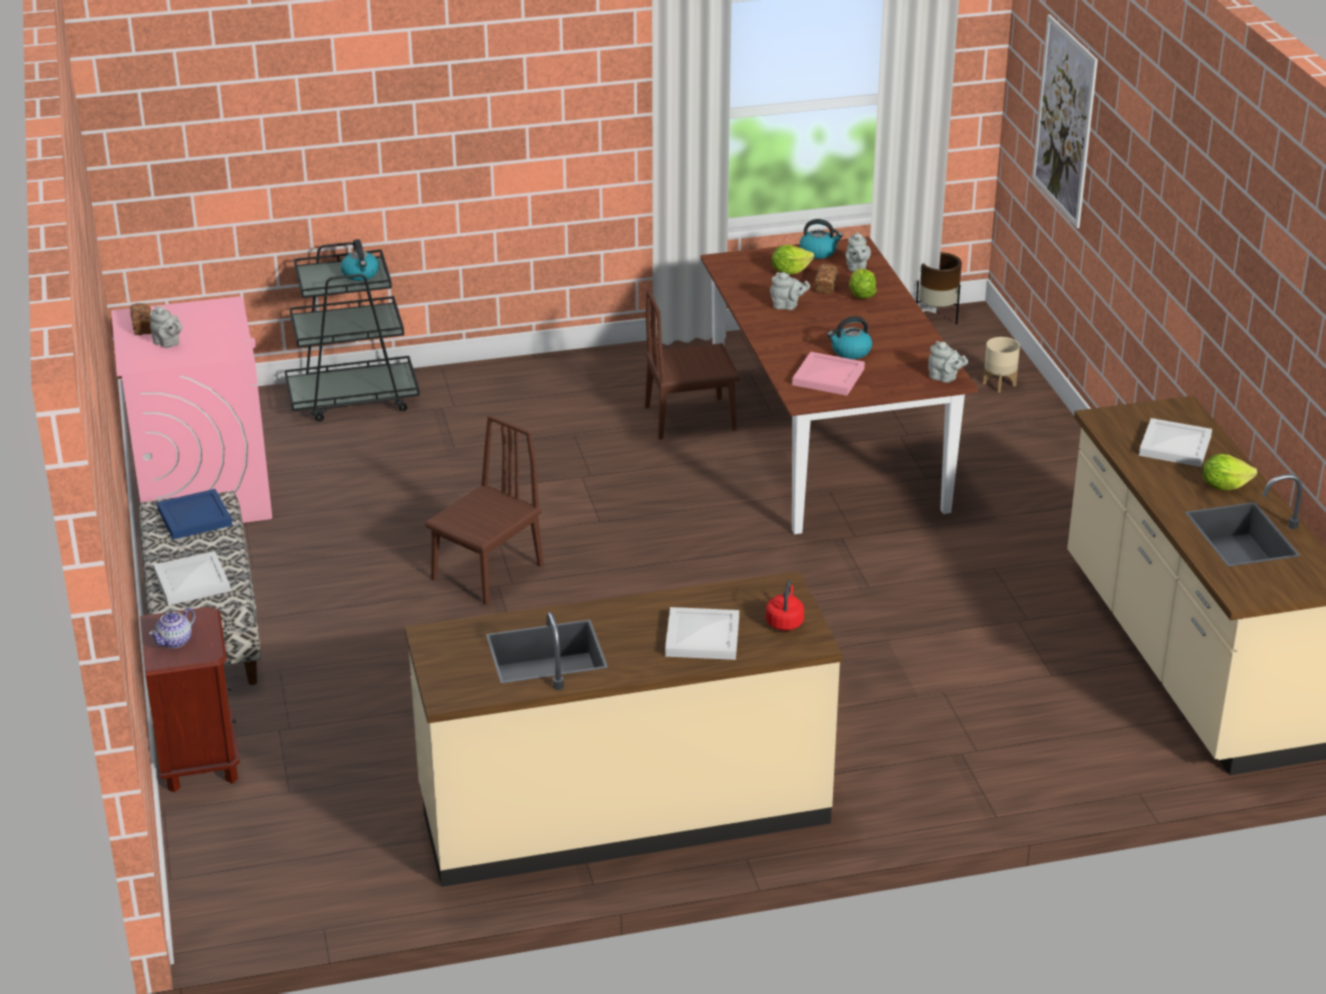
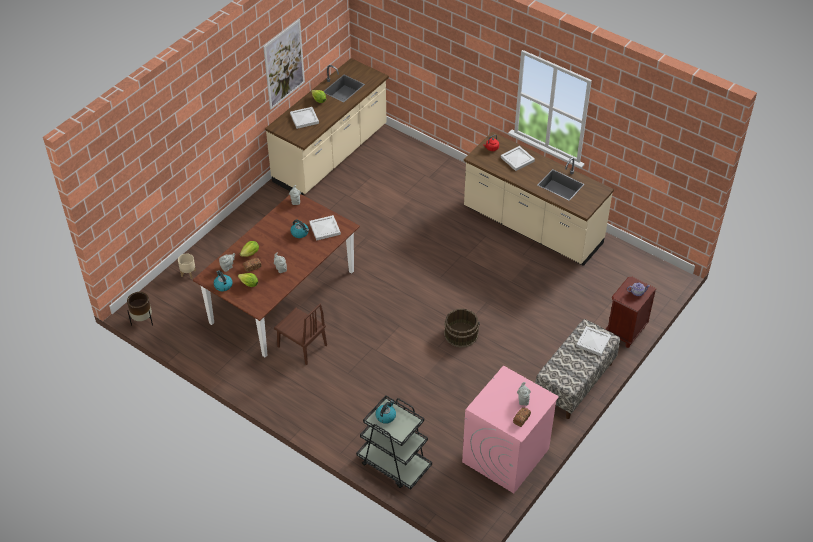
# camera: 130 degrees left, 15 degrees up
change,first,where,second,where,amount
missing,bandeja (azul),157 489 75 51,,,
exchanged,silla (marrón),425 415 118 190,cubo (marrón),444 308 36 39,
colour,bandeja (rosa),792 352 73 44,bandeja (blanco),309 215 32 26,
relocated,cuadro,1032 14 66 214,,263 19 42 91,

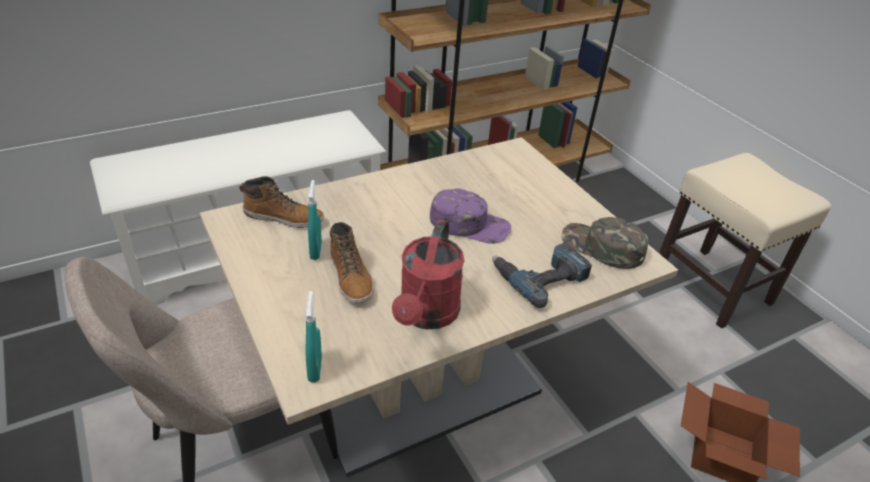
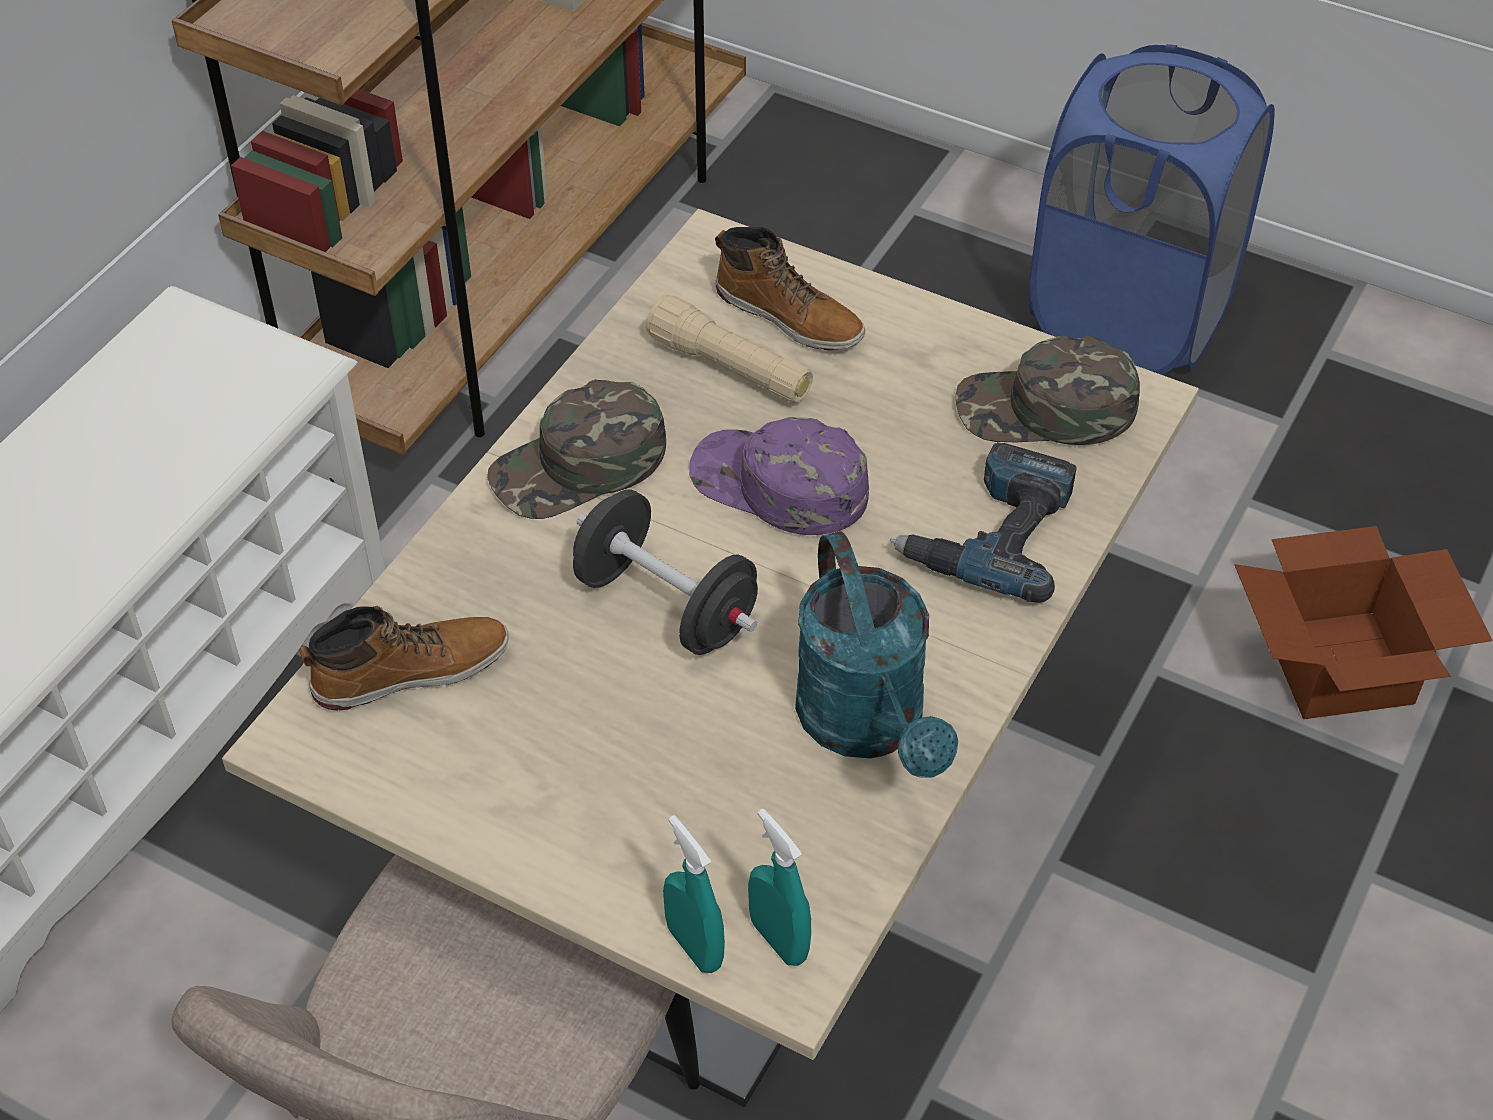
# camera: 30 degrees left, 10 degrees up
change,first,where,second,where,amount
relocated,pulverizador (turquesa),308 180 14 80,,663 815 62 158,
relocated,bota,330 222 43 81,,715 227 150 123,
colour,regadera (rojo),392 219 73 110,regadera (turquesa),795 531 163 247,
spun,gorra (morado),430 188 81 56,,689 417 180 118,135 degrees counterclockwise
exchanged,taburete (beis),659 153 172 175,cesto de la ropa (azul),1029 44 246 331,
appeared,,,gorra (verde),487 380 179 139,
appeared,,,mancuerna (negro),573 490 185 165,
appeared,,,linterna (beis),646 295 167 108,

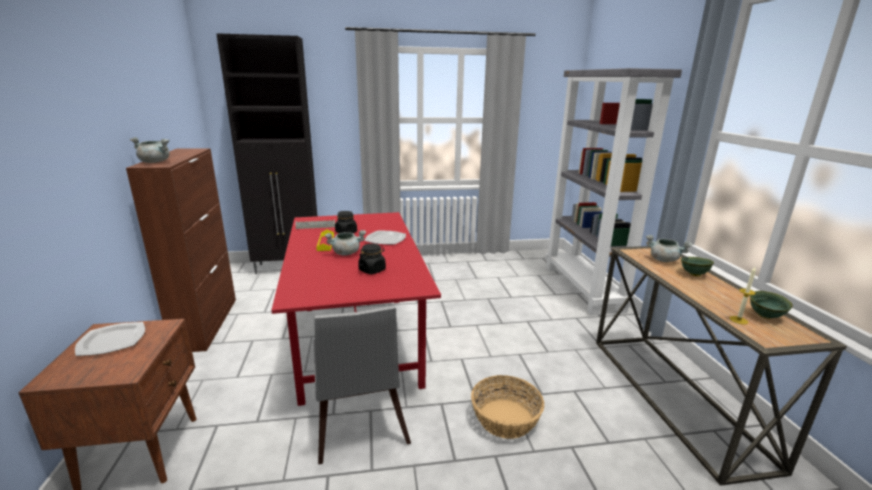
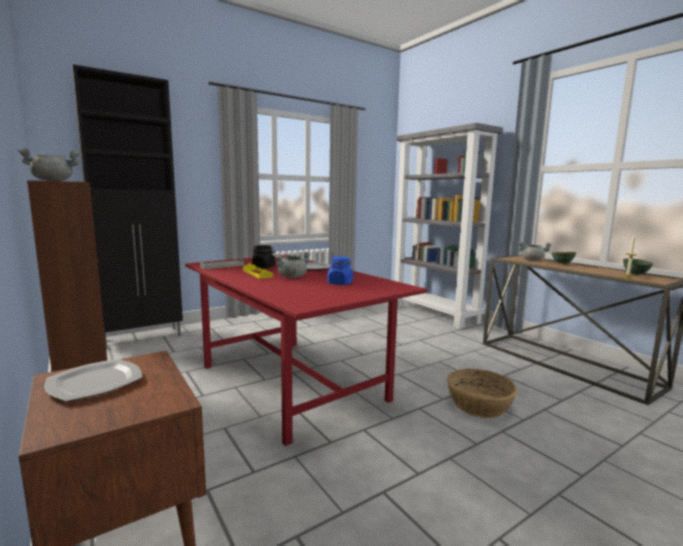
# camera: 25 degrees left, 10 degrees down
change,first,where,second,where,amount
missing,silla (gris),313 306 98 158,,,
colour,tarro (negro),358 244 28 30,tarro (azul),327 256 26 29,

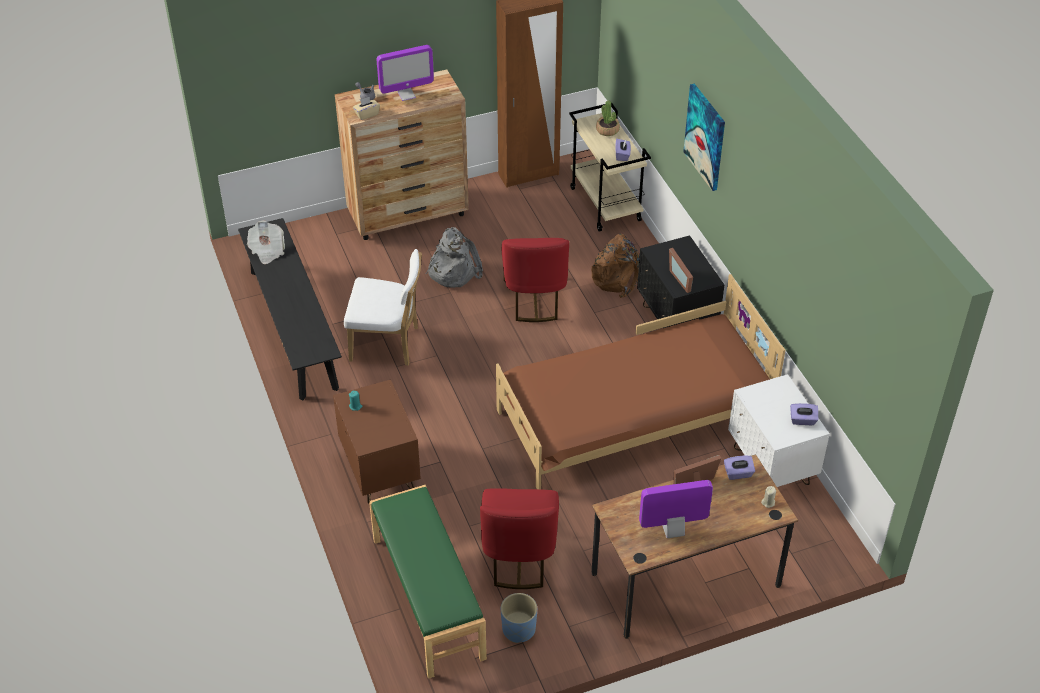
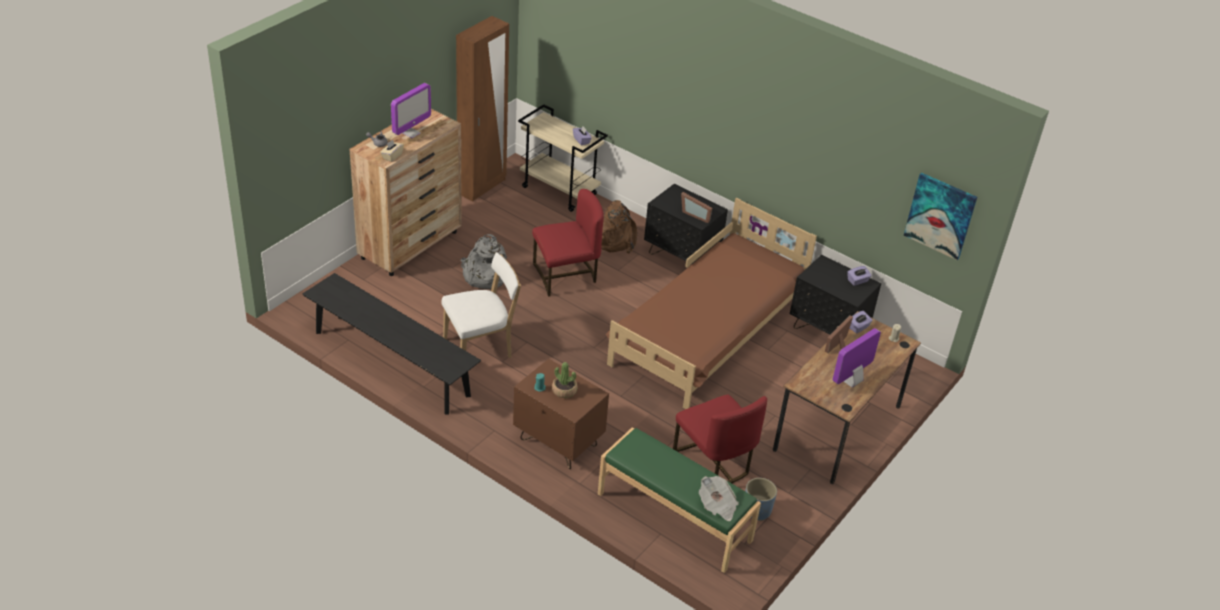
# camera: 35 degrees left, 5 degrees down
change,first,where,second,where,amount
relocated,periódico,247 220 38 44,,699 476 40 45,
spun,silla (rojo),502 238 67 84,,532 189 72 108,75 degrees counterclockwise
relocated,planta en maceta,596 100 24 36,,552 362 25 36,
relocated,cuadro,683 84 42 107,,903 173 74 87,
colour,mesita de noche (blanco),728 374 102 113,mesita de noche (negro),790 255 91 80,

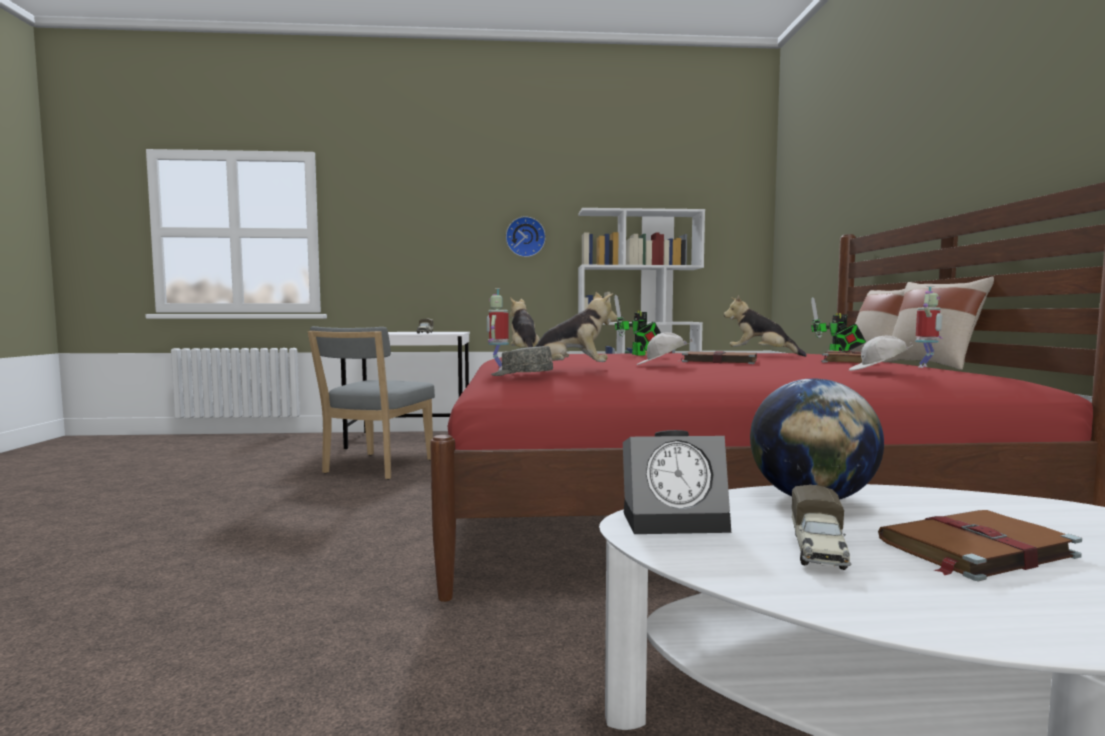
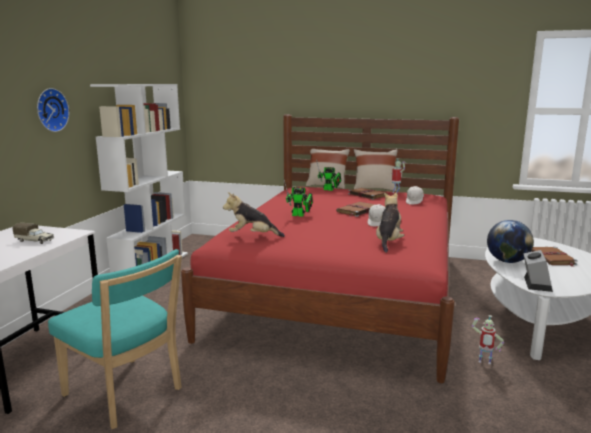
# camera: 70 degrees left, 10 degrees up
change,first,where,second,where,amount
colour,silla (gris),308 326 127 154,silla (turquesa),48 249 134 180,
relocated,robot de juguete,487 288 22 82,,471 315 33 49,
missing,gorra (gris),491 346 62 30,,,
missing,peluche,724 295 83 62,,,
missing,camión de juguete,792 485 60 85,,,

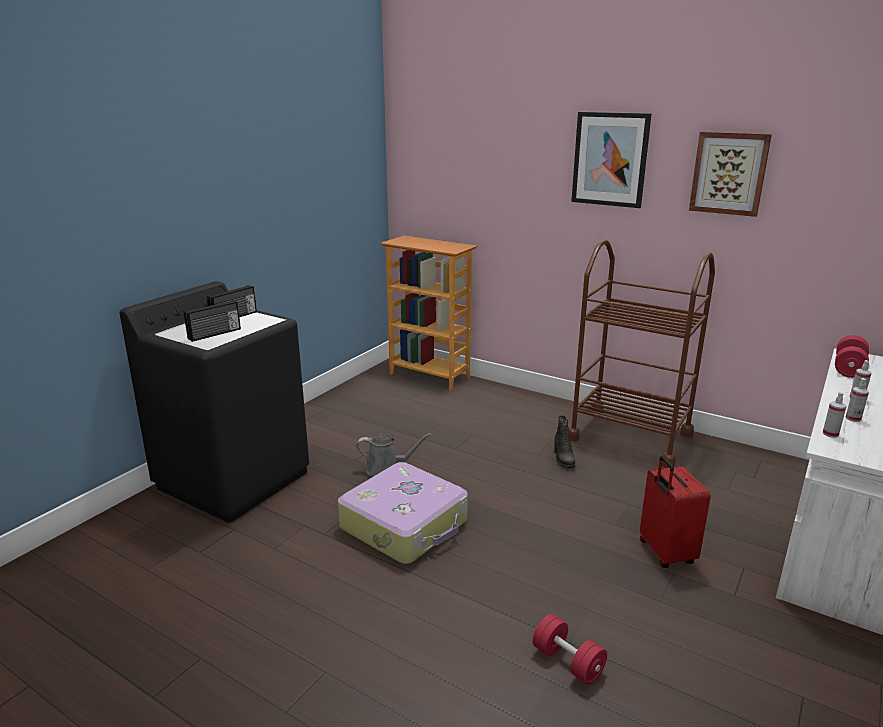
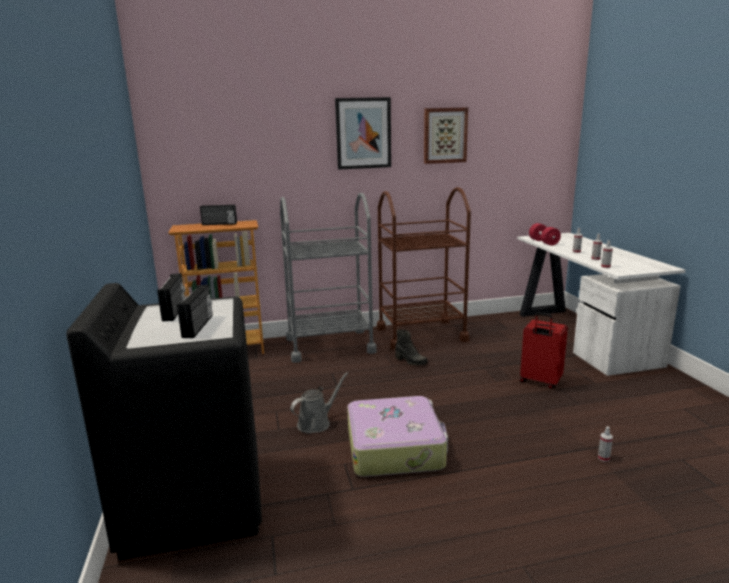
# camera: 45 degrees left, 5 degrees down
change,first,where,second,where,amount
exchanged,mancuerna (rojo),533 614 74 71,pulverizador,598 426 15 36,
appeared,,,radio,200 204 37 21,
appeared,,,carrito (gris),280 193 97 170,

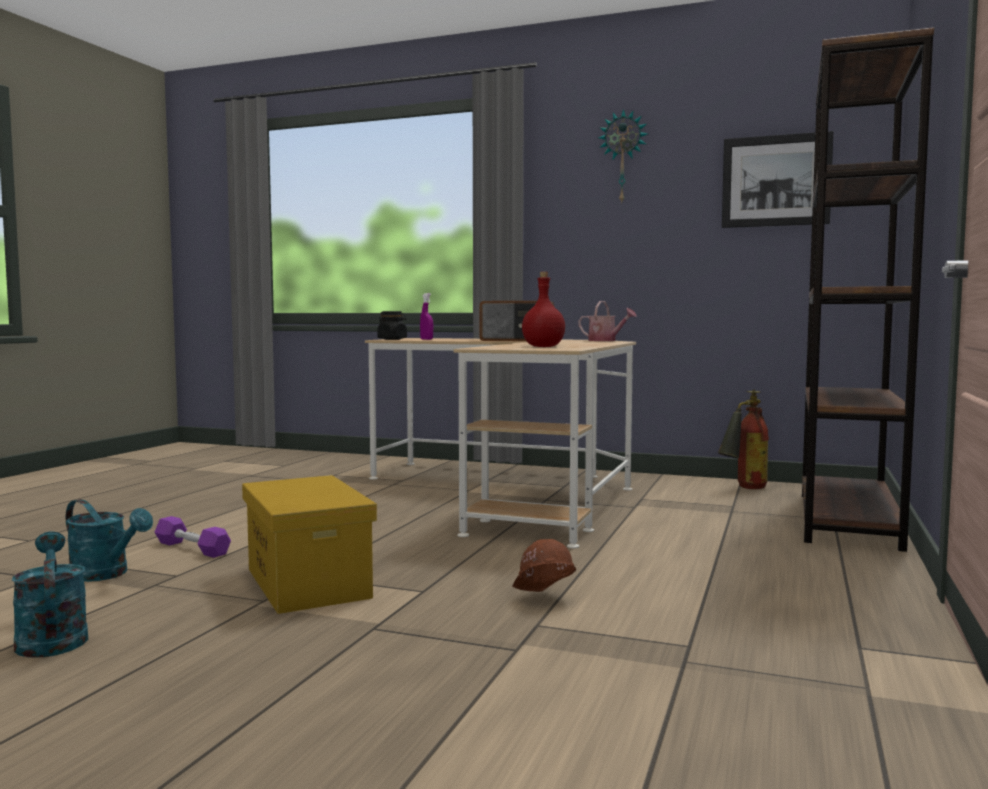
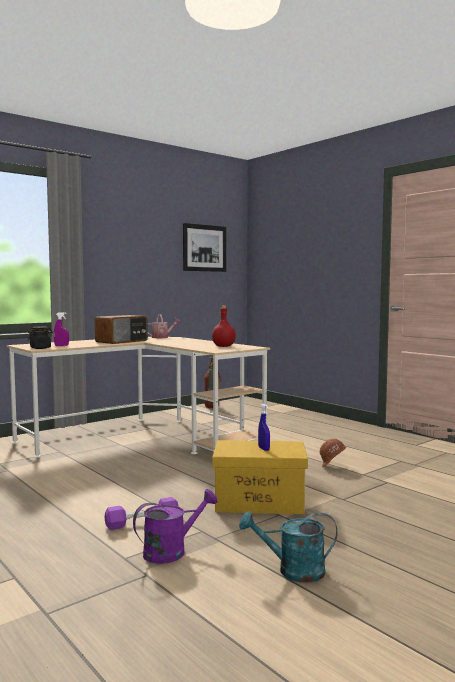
# camera: 60 degrees left, 0 degrees up
change,first,where,second,where,amount
colour,regadera (turquesa),66 499 87 83,regadera (morado),133 489 85 75,
missing,reloj de pared,598 109 50 94,,,
missing,estantería (marrón),802 27 132 525,,,
appeared,,,pulverizador (azul),258 404 12 47,

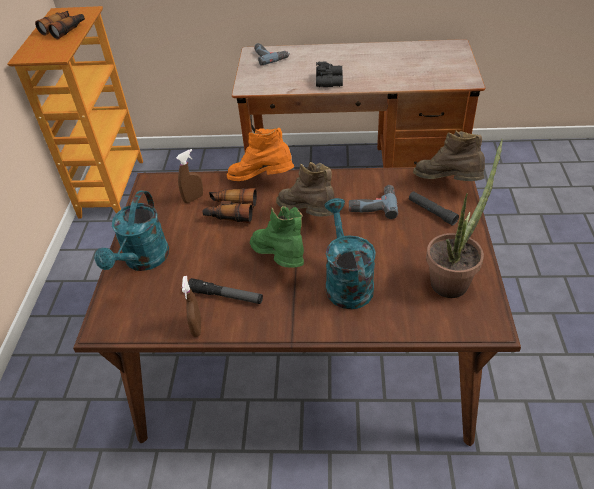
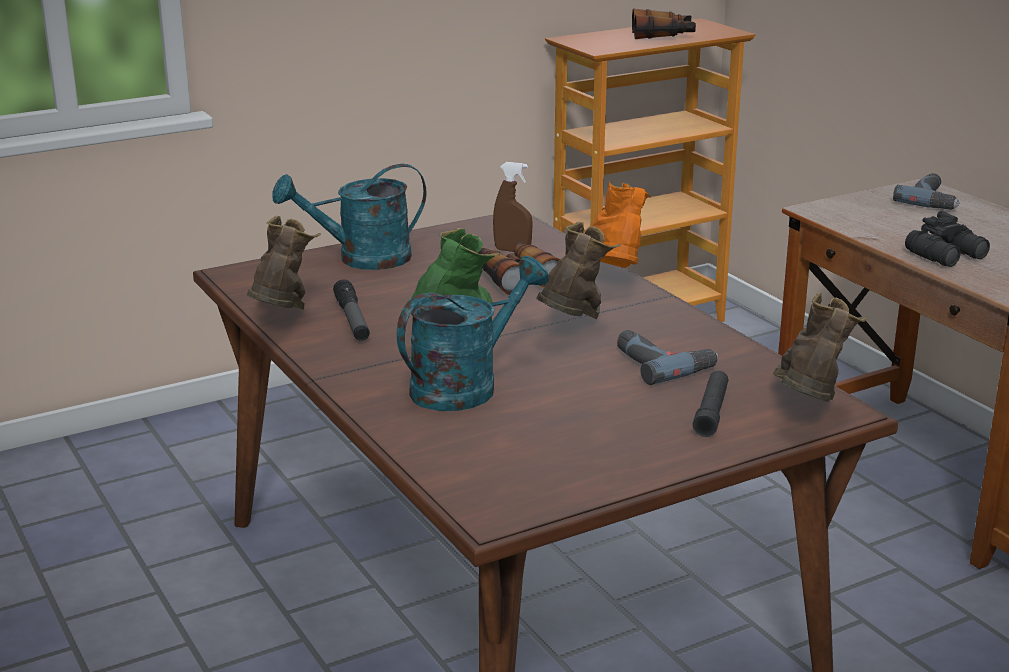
# camera: 55 degrees right, 20 degrees down
change,first,where,second,where,amount
exchanged,pulverizador (marrón),182 276 19 61,bota (marrón),247 216 74 94,
missing,planta en maceta,426 139 77 159,,,

